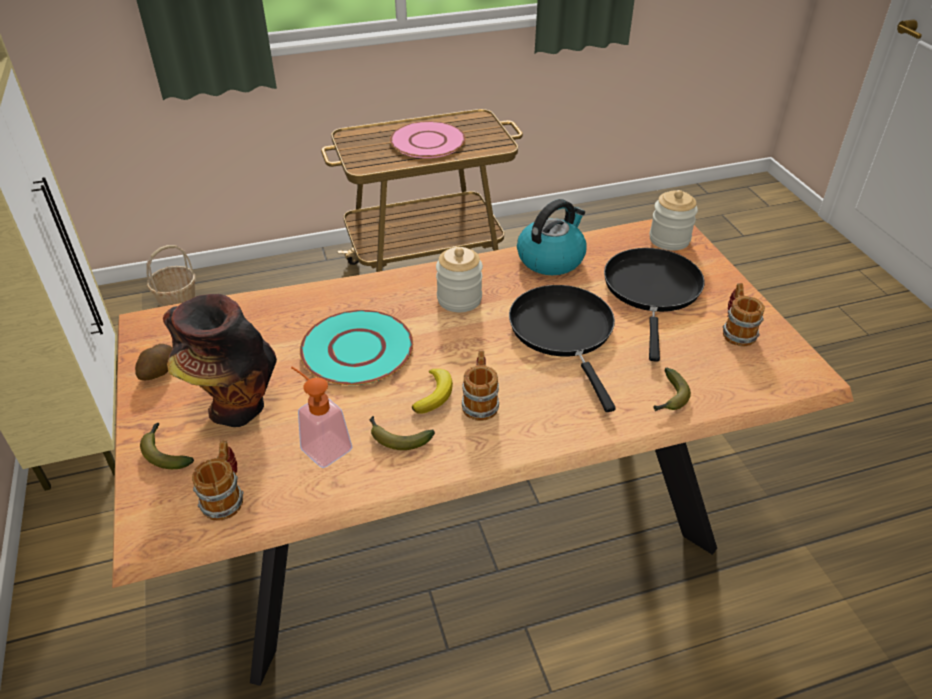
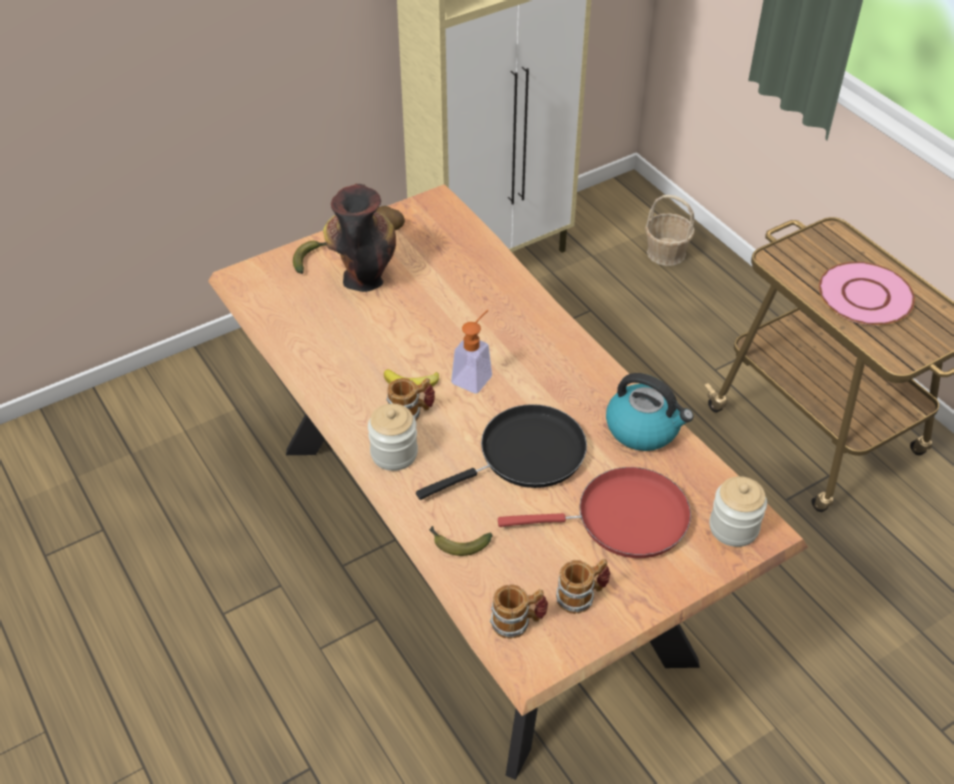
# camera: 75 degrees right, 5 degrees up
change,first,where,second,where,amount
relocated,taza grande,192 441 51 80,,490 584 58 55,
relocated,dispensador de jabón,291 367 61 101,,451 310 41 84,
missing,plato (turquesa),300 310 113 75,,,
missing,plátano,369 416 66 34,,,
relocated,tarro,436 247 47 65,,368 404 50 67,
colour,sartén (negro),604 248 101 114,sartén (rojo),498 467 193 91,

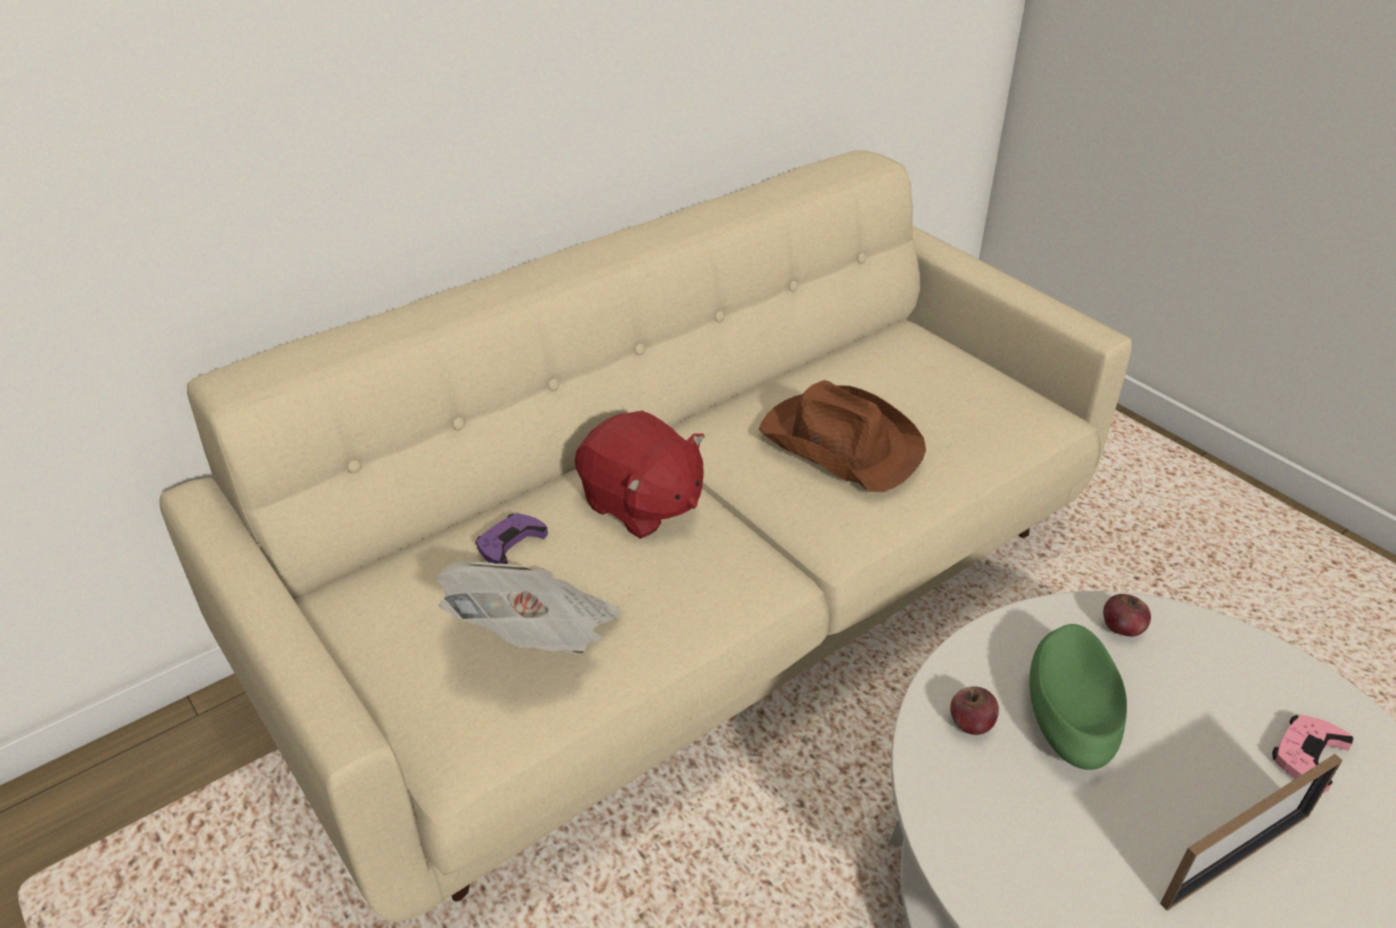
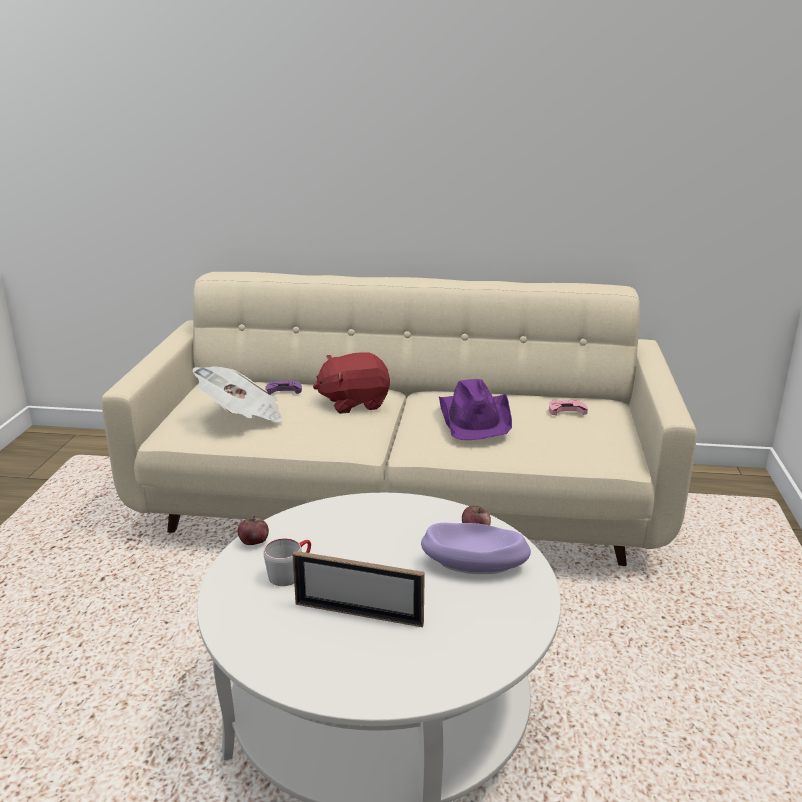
# camera: 45 degrees right, 15 degrees down
change,first,where,second,where,amount
spun,peluche (rojo),575 411 130 128,,313 352 77 62,75 degrees clockwise
colour,sombrero (marrón),759 380 167 112,sombrero (morado),439 379 73 61,
relocated,manzana,950 687 49 48,,237 516 32 29,
missing,cuenco (verde),1030 624 97 146,,,
relocated,mando de consola (rosa),1272 715 81 78,,549 400 39 15,
appeared,,,taza grande (gris),264 538 47 48,
appeared,,,cuenco (morado),421 523 110 51,

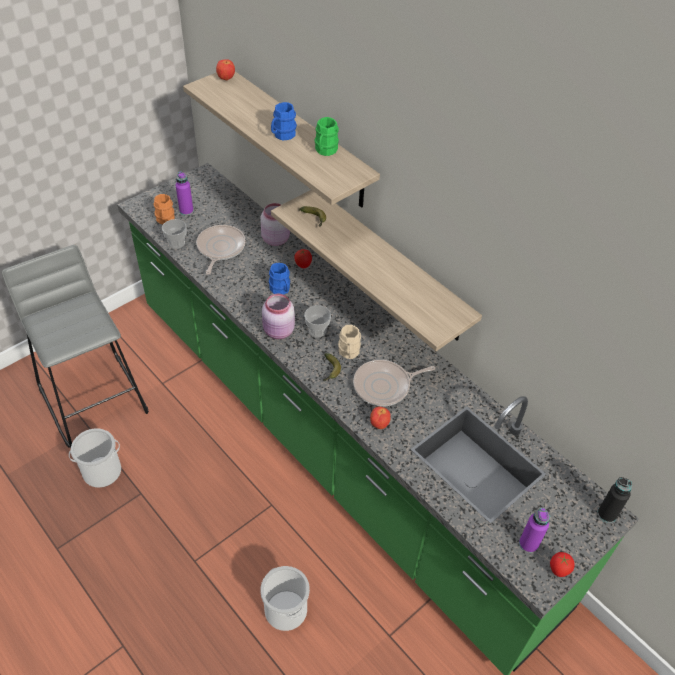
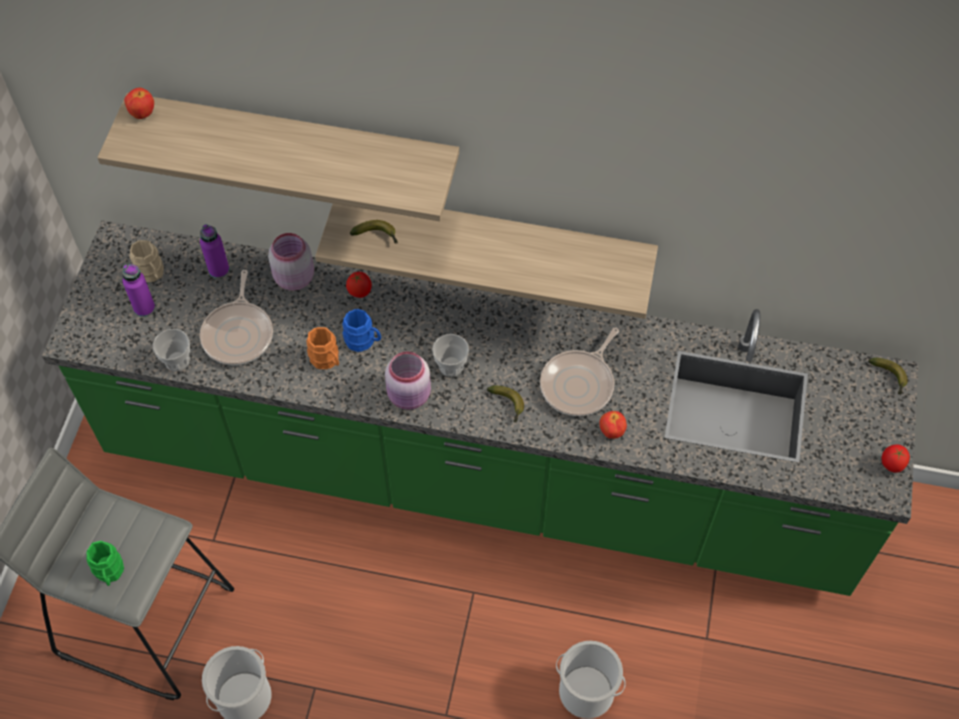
# camera: 35 degrees left, 10 degrees up
change,first,where,second,where,amount
relocated,taza grande (naranja),154 194 21 31,,306 327 33 42,
spun,sartén,196 225 50 49,,200 270 73 95,150 degrees counterclockwise
missing,taza grande (azul),271 102 26 39,,,
relocated,taza grande (verde),314 117 25 39,,86 541 38 45,
relocated,taza grande (beis),338 325 23 34,,130 240 34 42,
relocated,botella (morado),519 508 31 45,,200 224 29 55,
exchanged,botella (negro),598 477 34 46,plátano,868 358 40 37,

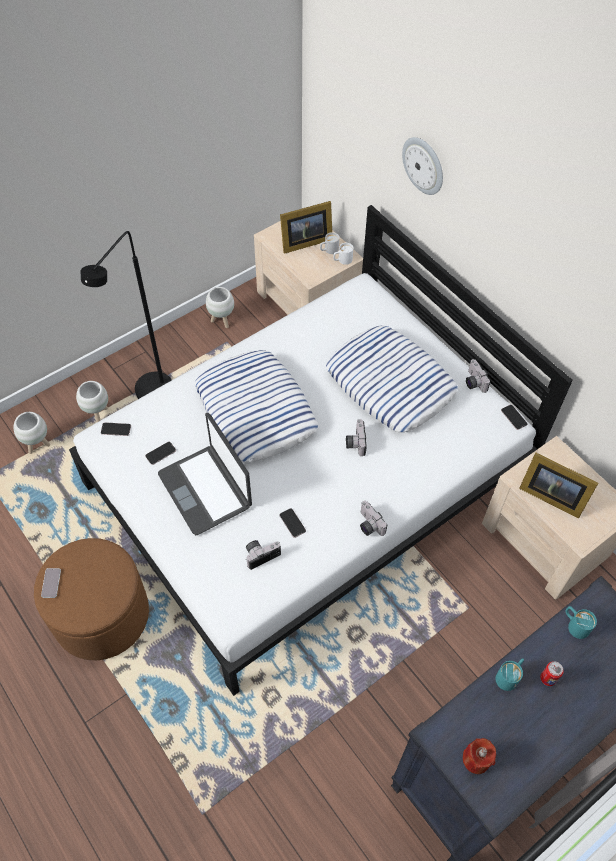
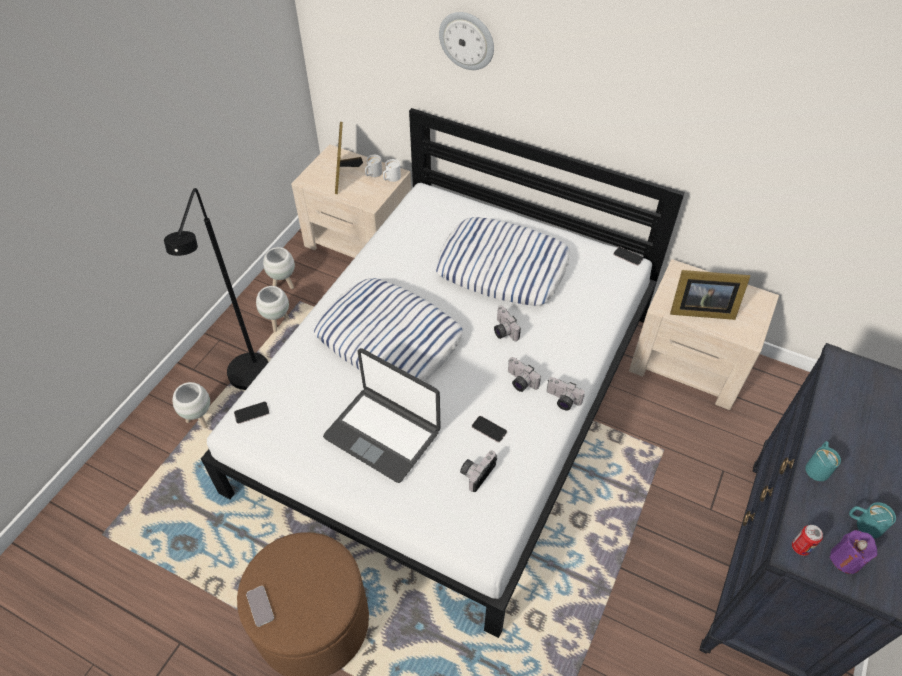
# camera: 25 degrees left, 5 degrees down
change,first,where,second,where,amount
relocated,maceta (blanco),13 412 37 42,,256 286 34 46,
missing,móvil,145 442 31 23,,,
spun,portarretratos,280 201 52 53,,335 122 28 72,135 degrees clockwise
colour,vela (rojo),463 738 33 36,vela (morado),829 530 49 44,
relocated,cámara,466 359 24 34,,508 357 33 35,
relocated,lata,540 661 24 25,,792 525 31 31,
relocated,taza grande (turquesa),566 606 31 33,,849 502 47 36,

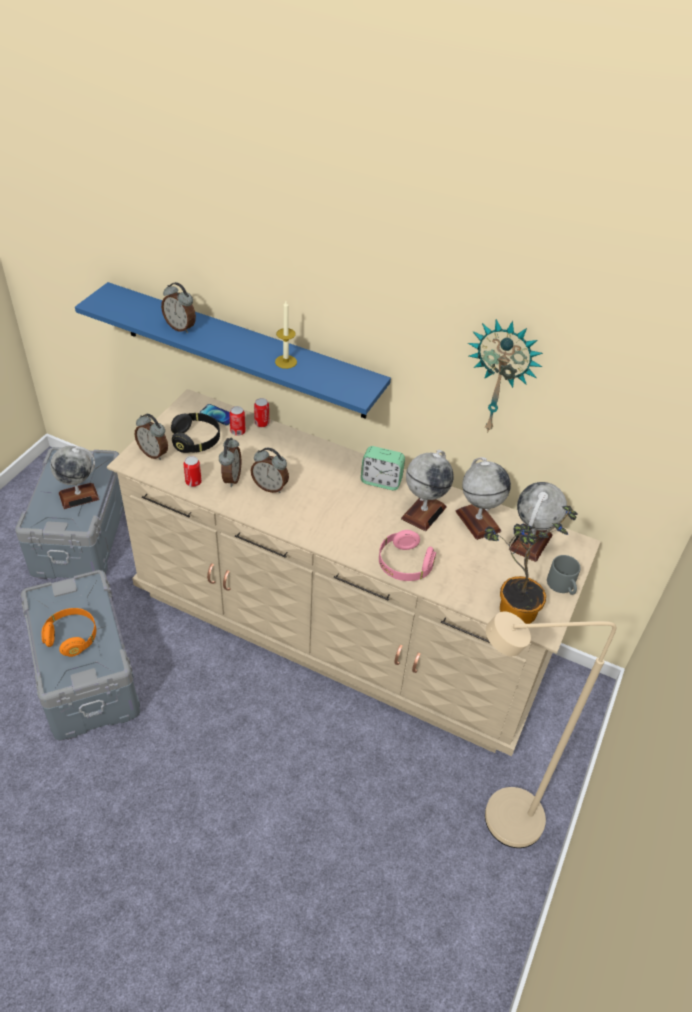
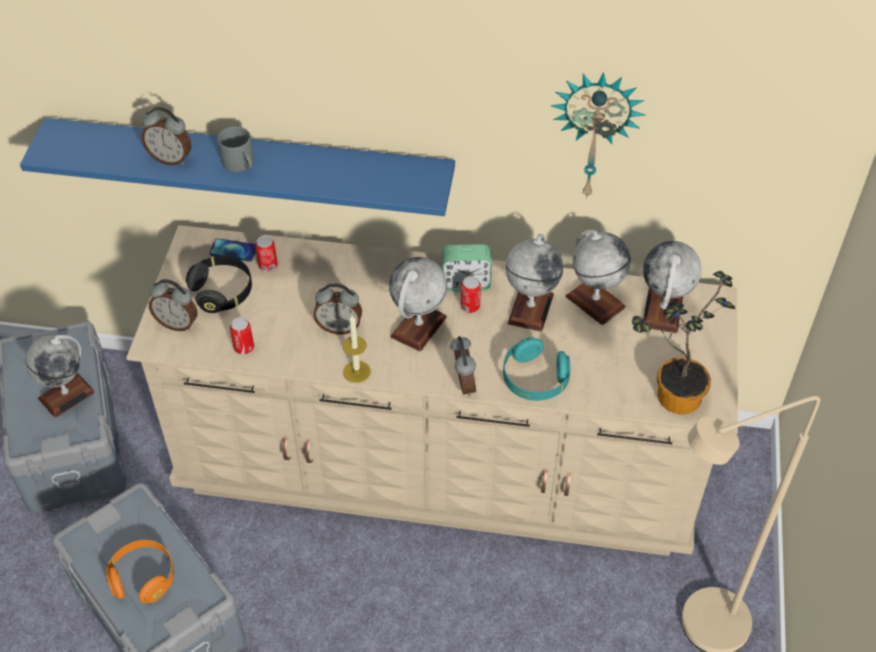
# camera: 15 degrees left, 5 degrees up
change,first,where,second,where,amount
relocated,despertador,219 437 22 50,,451 336 25 61,
relocated,lata,254 398 15 29,,460 276 21 37,
relocated,vela,275 301 22 68,,343 315 28 68,
colour,auriculares (rosa),379 530 57 51,auriculares (turquesa),503 337 67 64,
relocated,taza grande (gris),547 555 34 40,,218 126 36 46,
appeared,,,globo terráqueo,389 257 58 94,

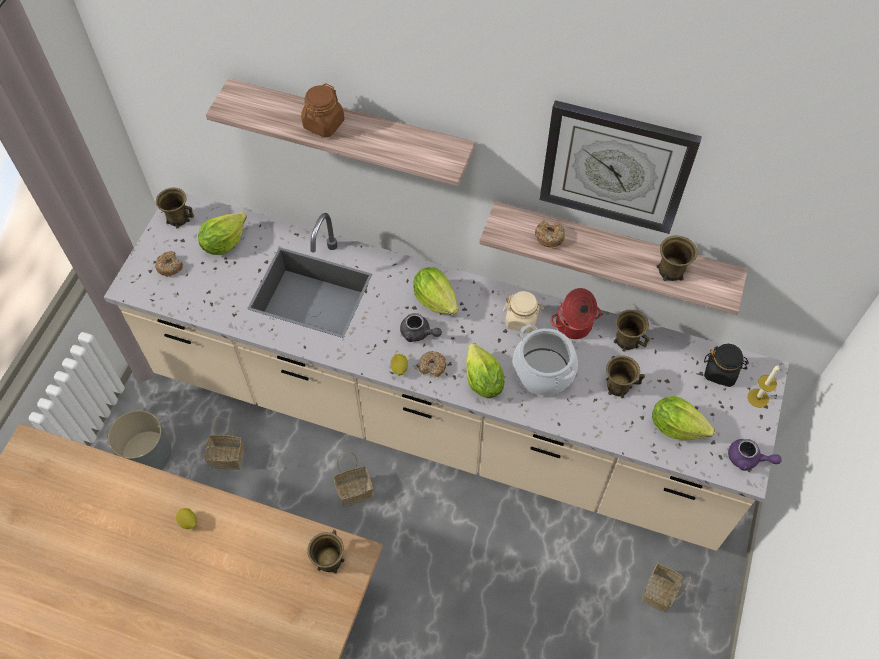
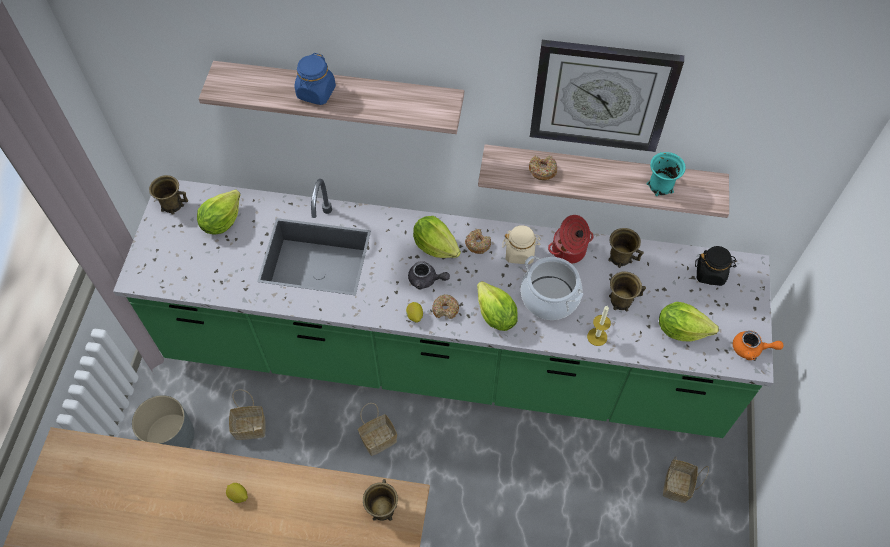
# camera: 10 degrees left, 0 degrees up
change,first,where,second,where,amount
colour,mueble bajo de cocina (beis),104 193 685 358,mueble bajo de cocina (verde),113 179 661 259,
relocated,rosquilla,155 251 28 26,,465 229 26 25,
colour,tarro (marrón),301 83 44 55,tarro (azul),294 53 42 52,
colour,taza grande (marrón),656 235 41 46,taza grande (turquesa),646 152 40 44,
colour,tetera (morado),728 439 54 32,tetera (naranja),733 331 51 29,
relocated,vela,747 365 32 43,,587 305 24 41,

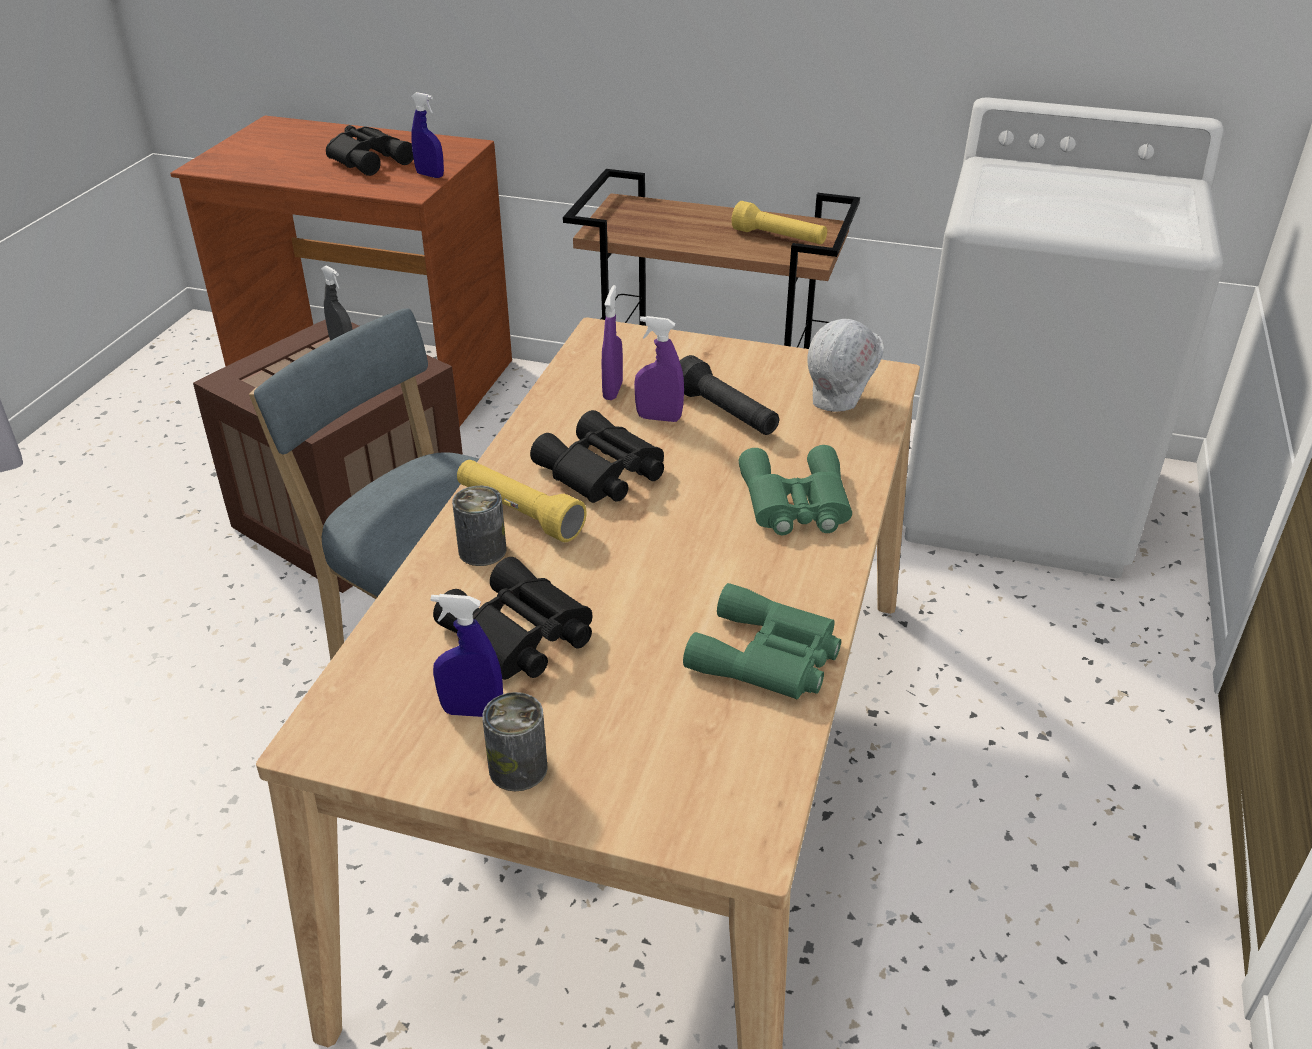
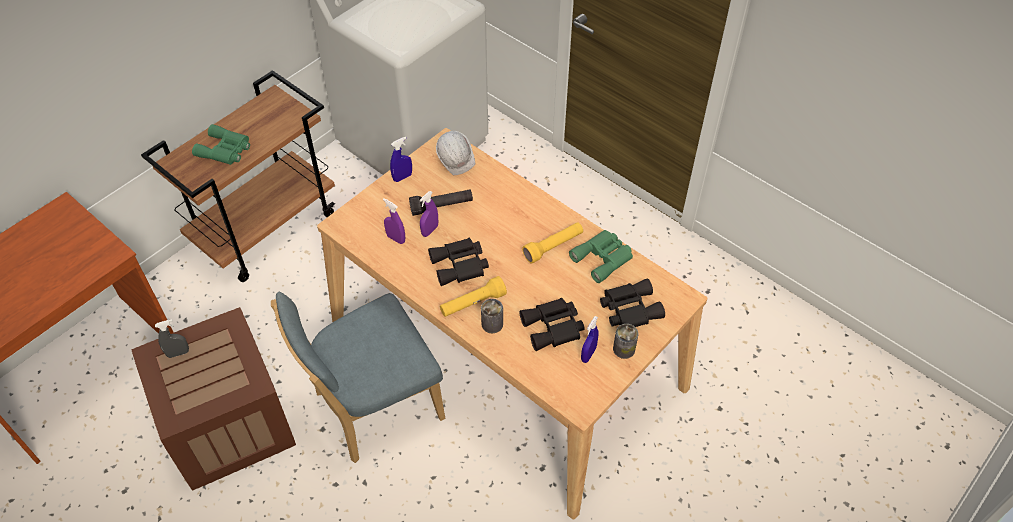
# camera: 65 degrees left, 15 degrees up
change,first,where,second,where,amount
relocated,prismáticos (negro),326 125 88 51,,600 279 65 48,
relocated,pulverizador (azul),411 92 33 86,,390 137 22 45,
relocated,linterna (amarillo),732 201 95 44,,522 222 61 42,
relocated,prismáticos (verde),739 445 113 90,,192 124 58 41,

